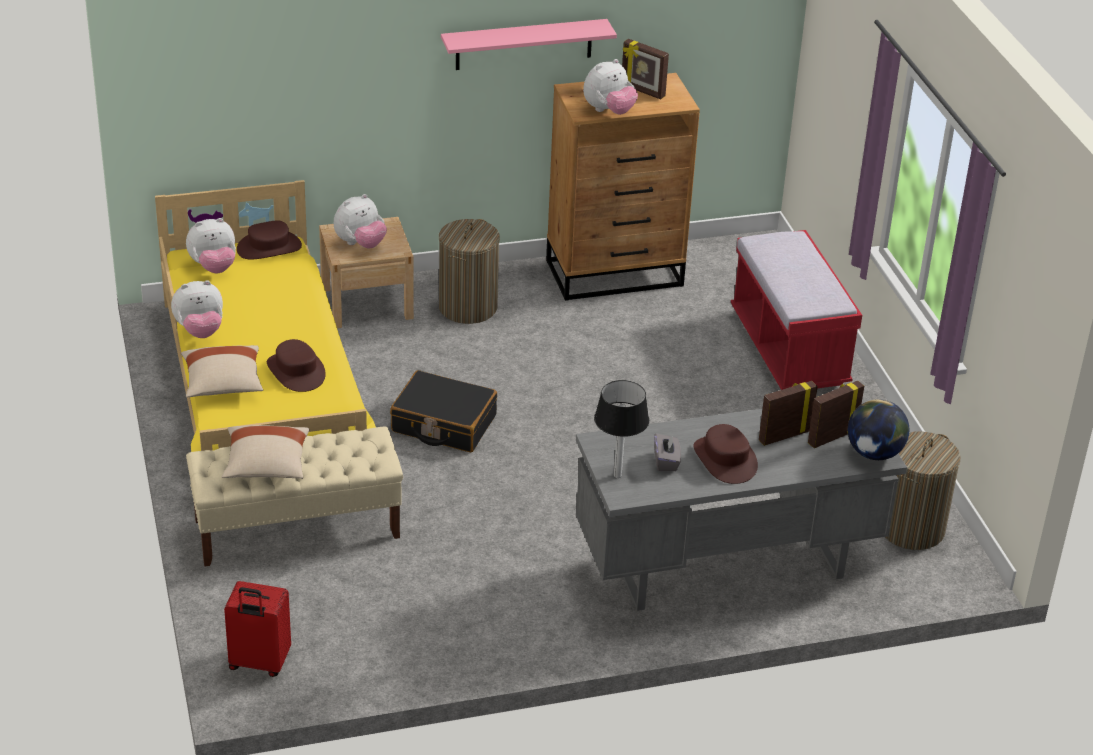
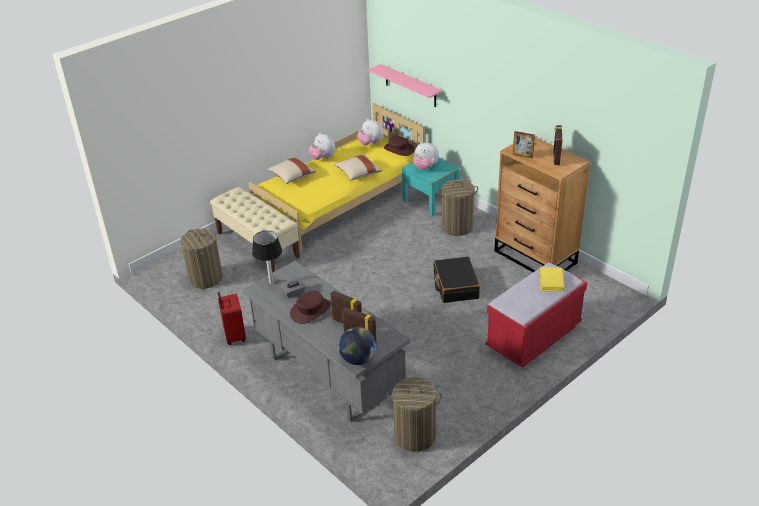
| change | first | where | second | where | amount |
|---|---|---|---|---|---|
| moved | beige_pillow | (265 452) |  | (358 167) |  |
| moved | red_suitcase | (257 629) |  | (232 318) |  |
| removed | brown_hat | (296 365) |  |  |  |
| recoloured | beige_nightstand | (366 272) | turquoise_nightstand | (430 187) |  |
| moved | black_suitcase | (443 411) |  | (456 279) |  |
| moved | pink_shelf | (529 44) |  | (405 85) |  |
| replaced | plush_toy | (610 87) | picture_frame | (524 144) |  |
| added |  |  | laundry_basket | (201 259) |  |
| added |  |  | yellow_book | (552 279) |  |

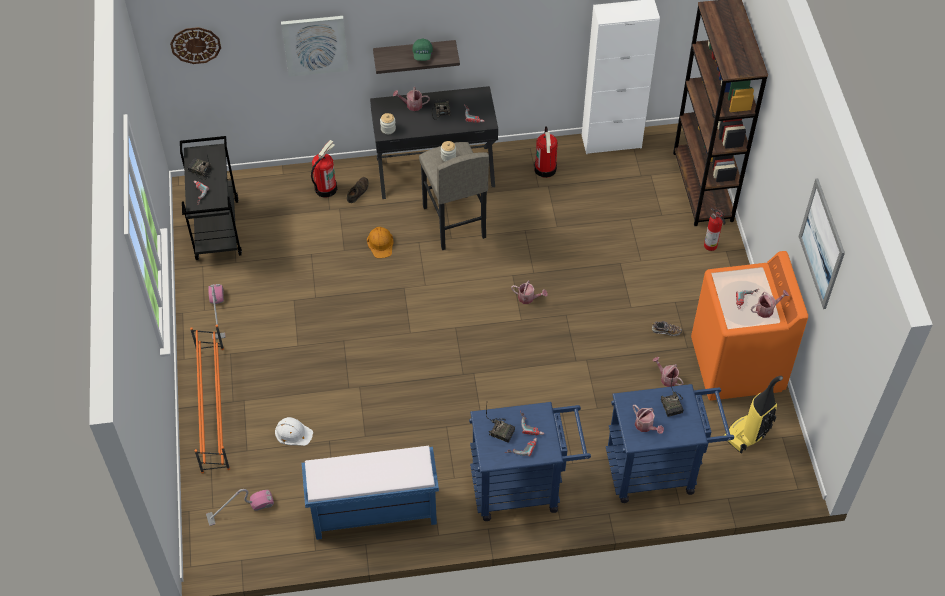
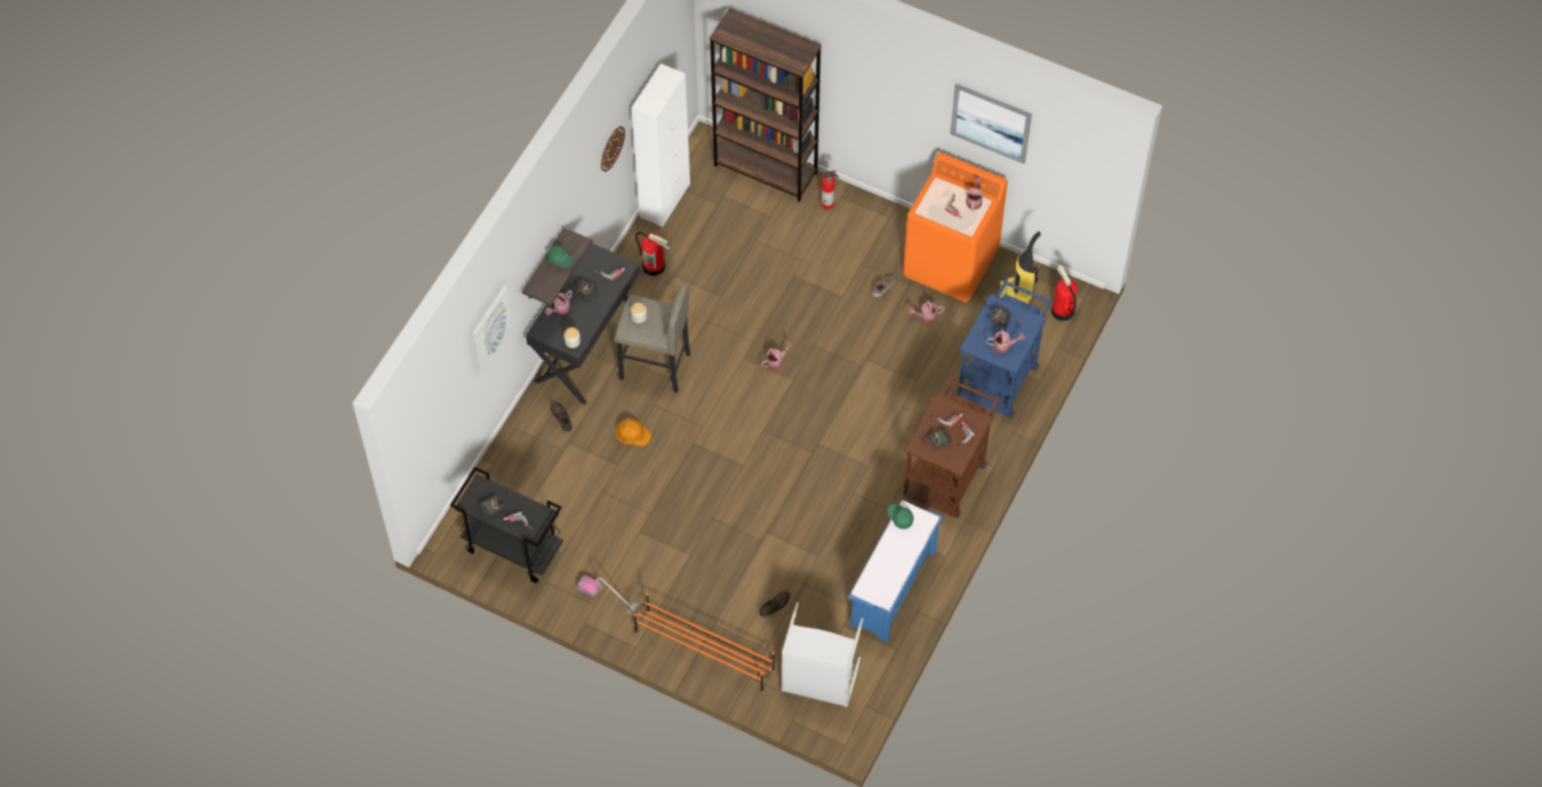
| change | first | where | second | where | amount |
|---|---|---|---|---|---|
| moved | wall_clock | (195 45) |  | (613 149) |  |
| replaced | vacuum_cleaner | (240 507) | grey_laundry_basket | (822 654) |  |
| replaced | white_hard_hat | (294 431) | brown_shoe | (775 603) |  |
| moved | fire_extinguisher | (324 168) |  | (1064 293) |  |
| recoloured | blue_cart | (530 461) | brown_cart | (951 447) |  |
| added |  |  | green_cap | (900 516) |  |

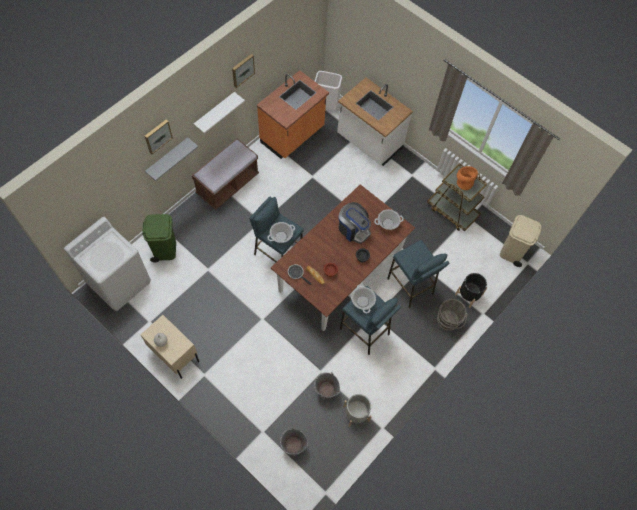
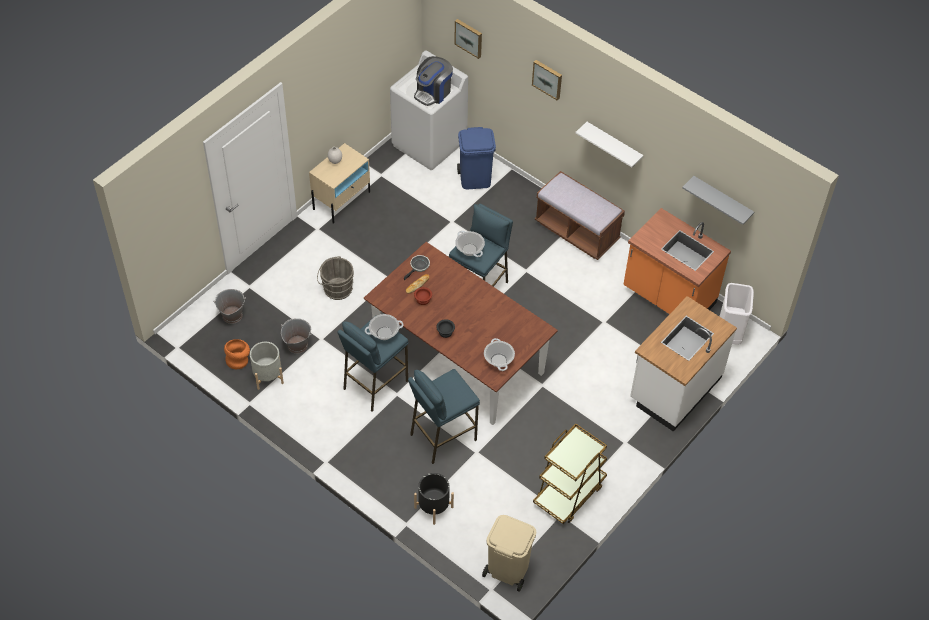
| change | first | where | second | where | amount |
|---|---|---|---|---|---|
| recoloured | green_trash_can | (159 238) | blue_trash_can | (476 158) |  |
| moved | grey_shelf | (171 159) |  | (718 200) |  |
| moved | picture | (243 71) |  | (468 39) |  |
| moved | coffee_machine | (354 223) |  | (433 81) |  |
| moved | grey_bucket | (452 315) |  | (335 278) |  |
| moved | orange_vase | (467 178) |  | (237 354) |  |

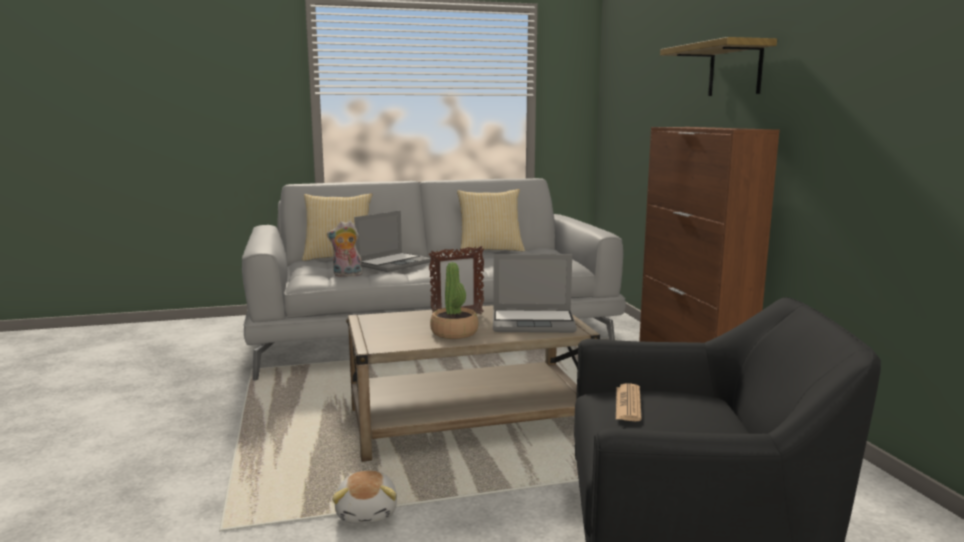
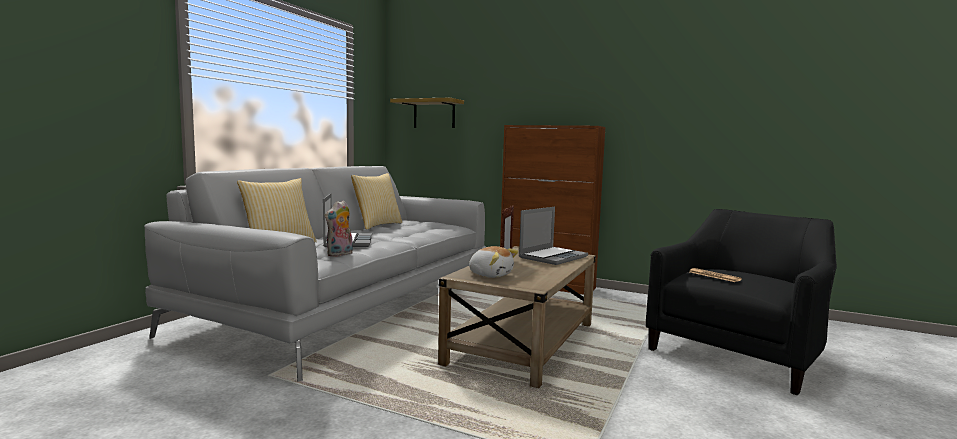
| change | first | where | second | where | amount |
|---|---|---|---|---|---|
| moved | plush_toy | (364 497) |  | (494 262) |  |
| removed | potted_plant | (454 300) |  |  |  |
| moved | shelf | (718 66) |  | (427 113) |  |

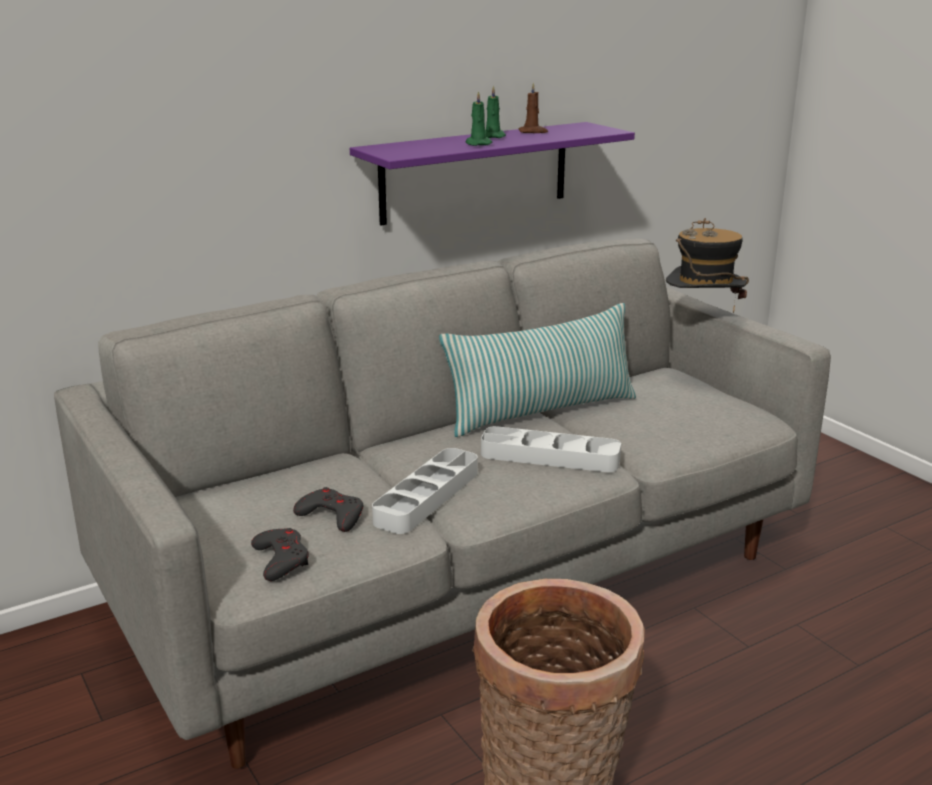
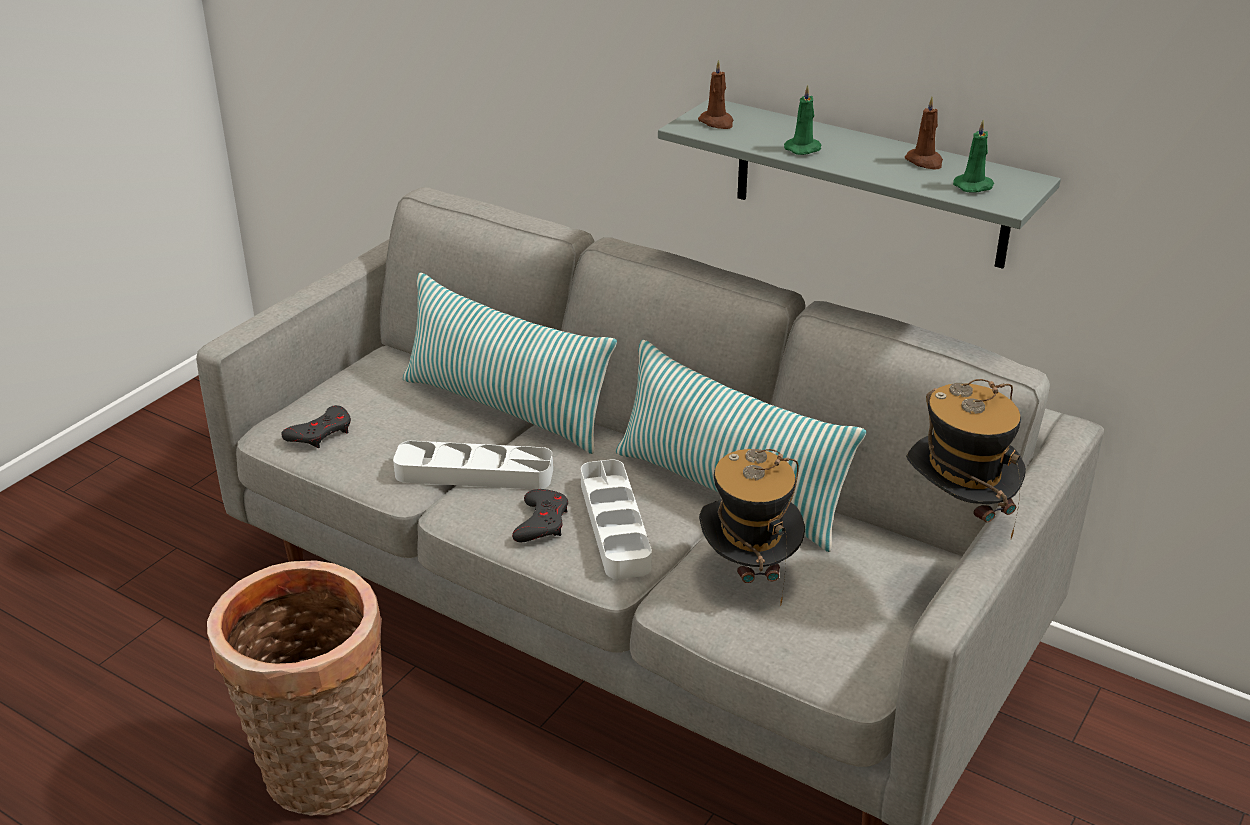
| change | first | where | second | where | amount |
|---|---|---|---|---|---|
| moved | grey_game_controller | (328 509) |  | (540 516) |  |
| recoloured | purple_shelf | (492 173) | grey_shelf | (859 184) |  |
| moved | green_candle | (495 112) |  | (973 156) |  |
| added |  |  | pillow | (510 363) |  |
| added |  |  | brown_candle | (716 94) |  |
| added |  |  | hat | (752 527) |  |

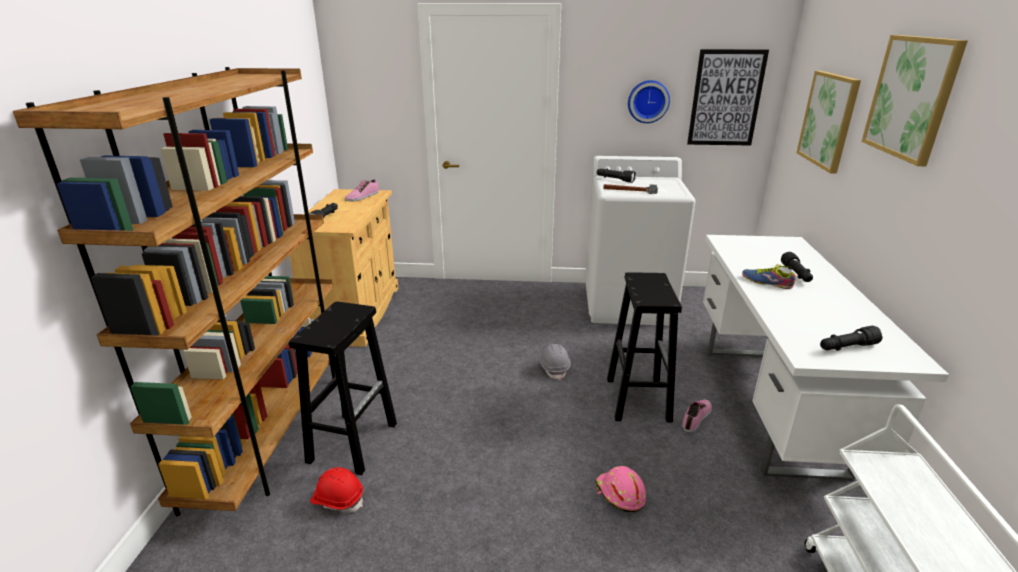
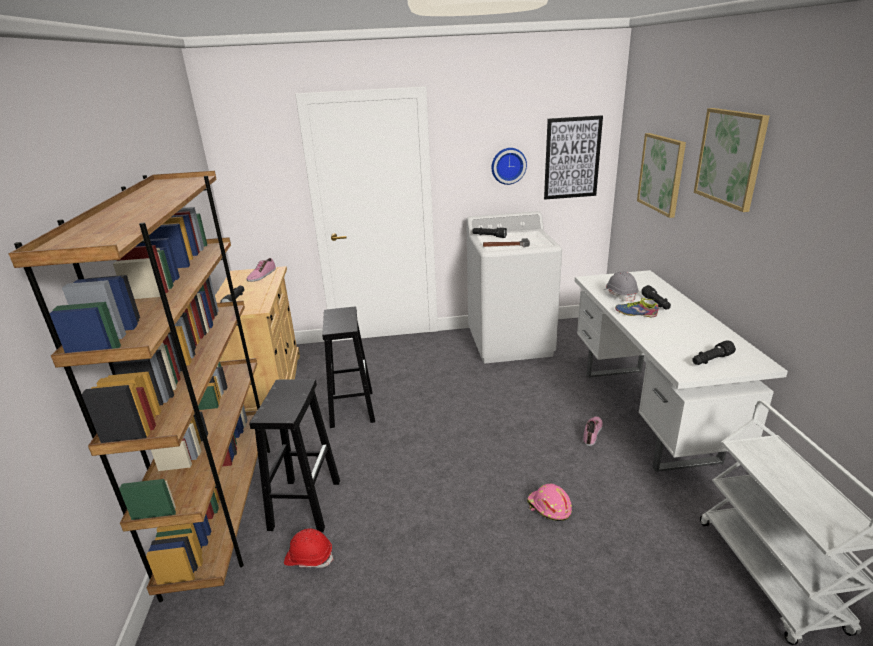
| change | first | where | second | where | amount |
|---|---|---|---|---|---|
| moved | grey_hard_hat | (555 362) |  | (621 287) |  |
| moved | black_stool | (644 347) |  | (348 367) |  |

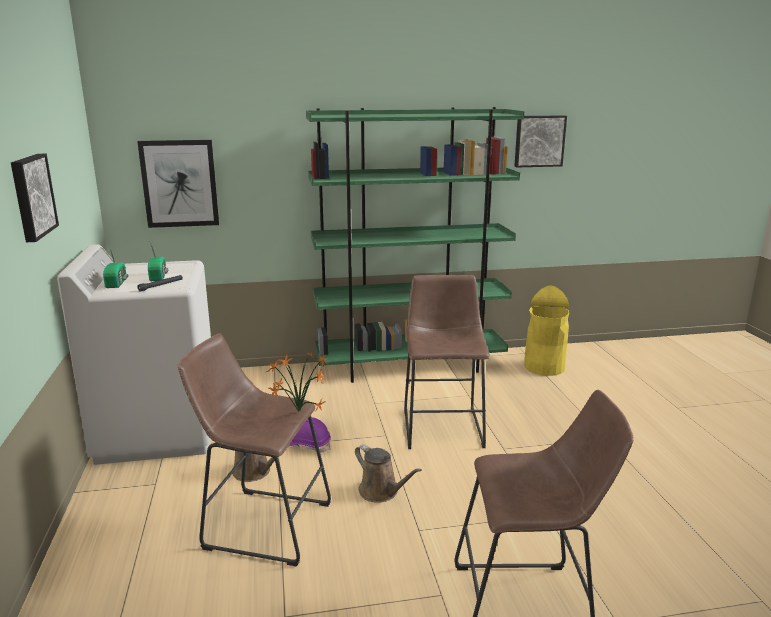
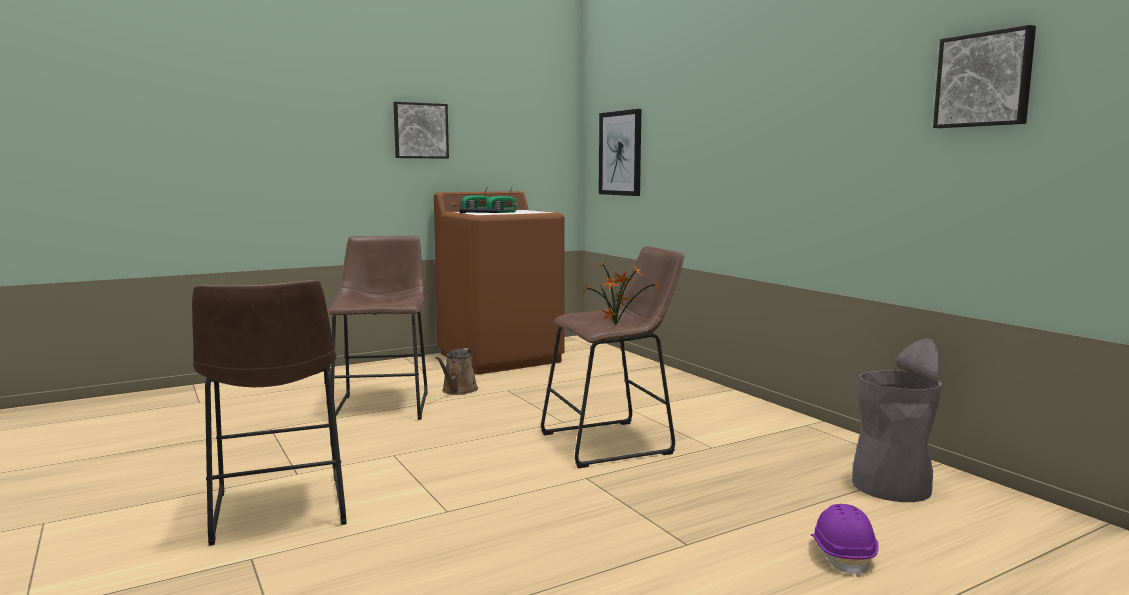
| change | first | where | second | where | amount |
|---|---|---|---|---|---|
| recoloured | white_washing_machine | (134 354) | brown_washing_machine | (499 282) |  |
| moved | potted_plant | (297 381) |  | (620 293) |  |
| moved | purple_hard_hat | (310 434) |  | (845 540) |  |
| removed | green_bookcase | (415 245) |  |  |  |
| removed | brown_watering_can | (388 473) |  |  |  |
| recoloured | yellow_trash_can | (546 331) | grey_trash_can | (897 420) |  |

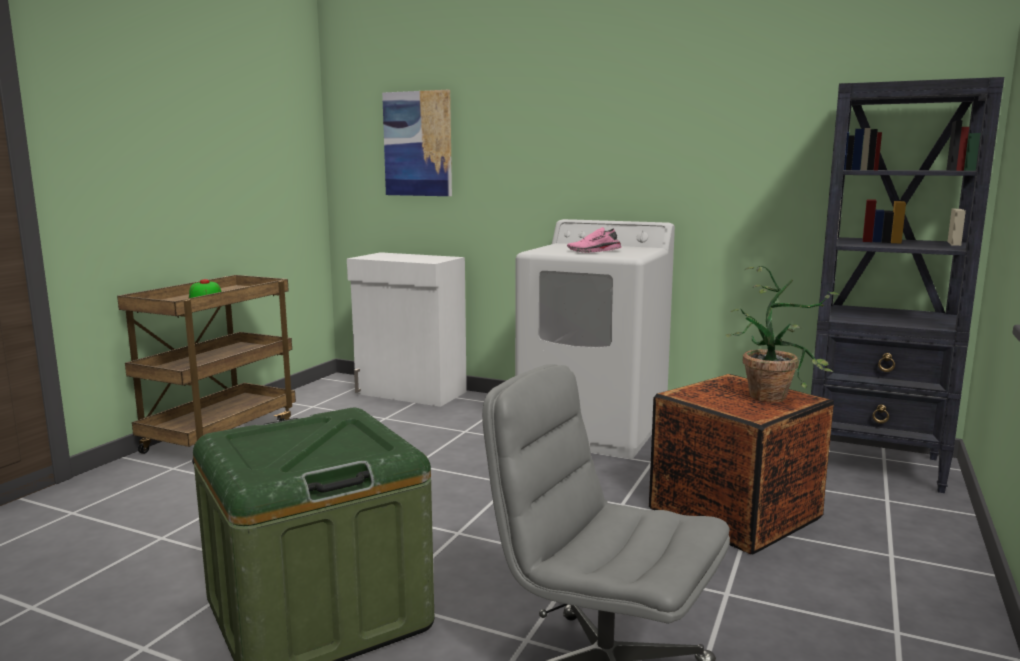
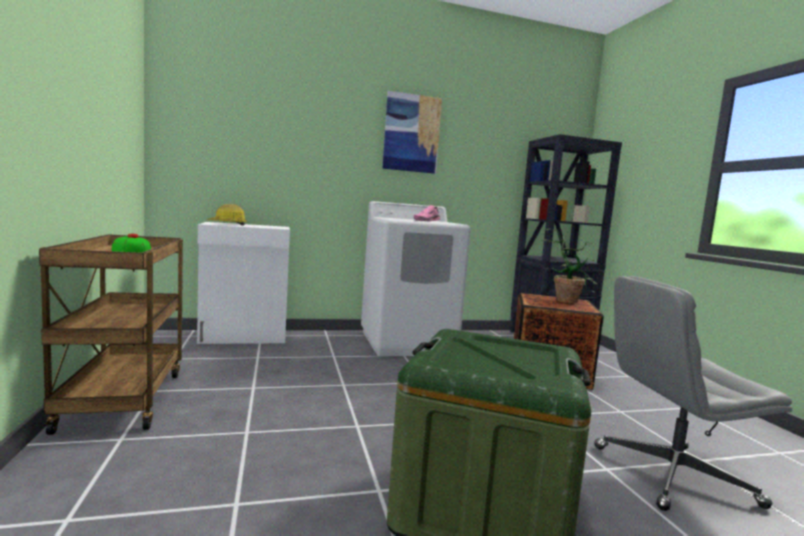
| change | first | where | second | where | amount |
|---|---|---|---|---|---|
| moved | picture | (417 143) |  | (412 132) |  |
| added |  |  | hard_hat | (226 215) |  |

